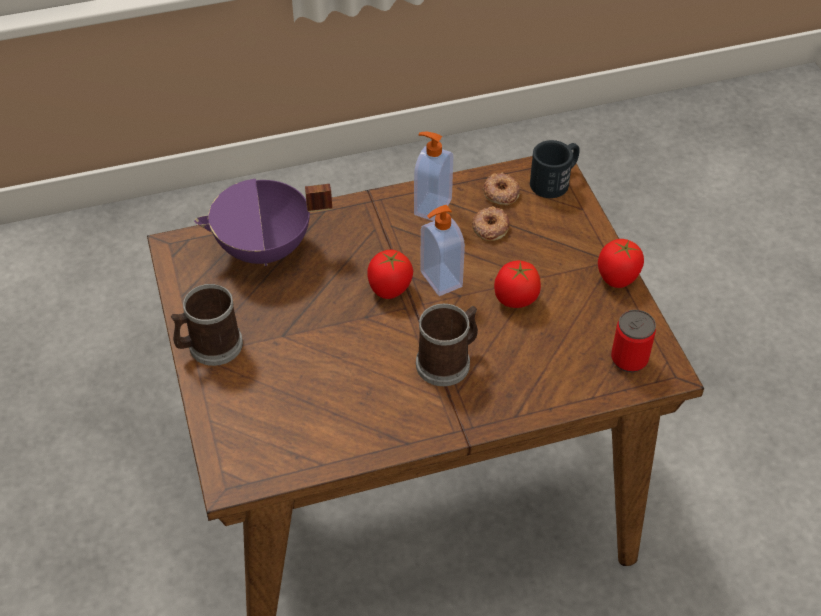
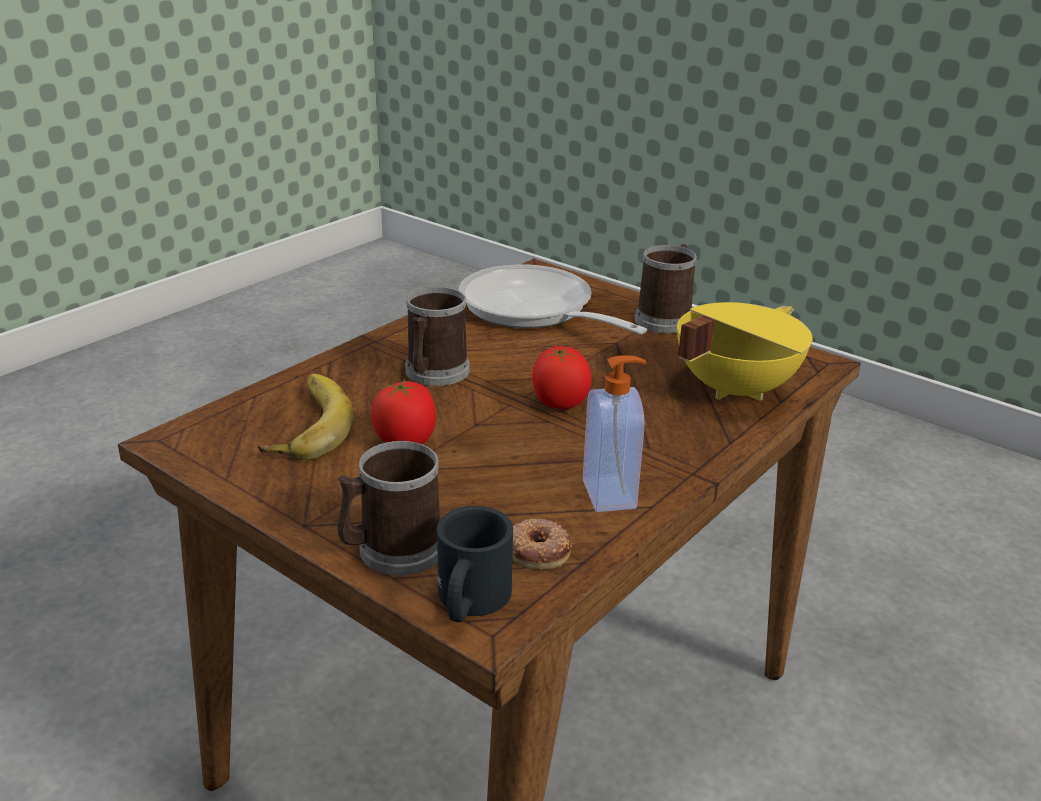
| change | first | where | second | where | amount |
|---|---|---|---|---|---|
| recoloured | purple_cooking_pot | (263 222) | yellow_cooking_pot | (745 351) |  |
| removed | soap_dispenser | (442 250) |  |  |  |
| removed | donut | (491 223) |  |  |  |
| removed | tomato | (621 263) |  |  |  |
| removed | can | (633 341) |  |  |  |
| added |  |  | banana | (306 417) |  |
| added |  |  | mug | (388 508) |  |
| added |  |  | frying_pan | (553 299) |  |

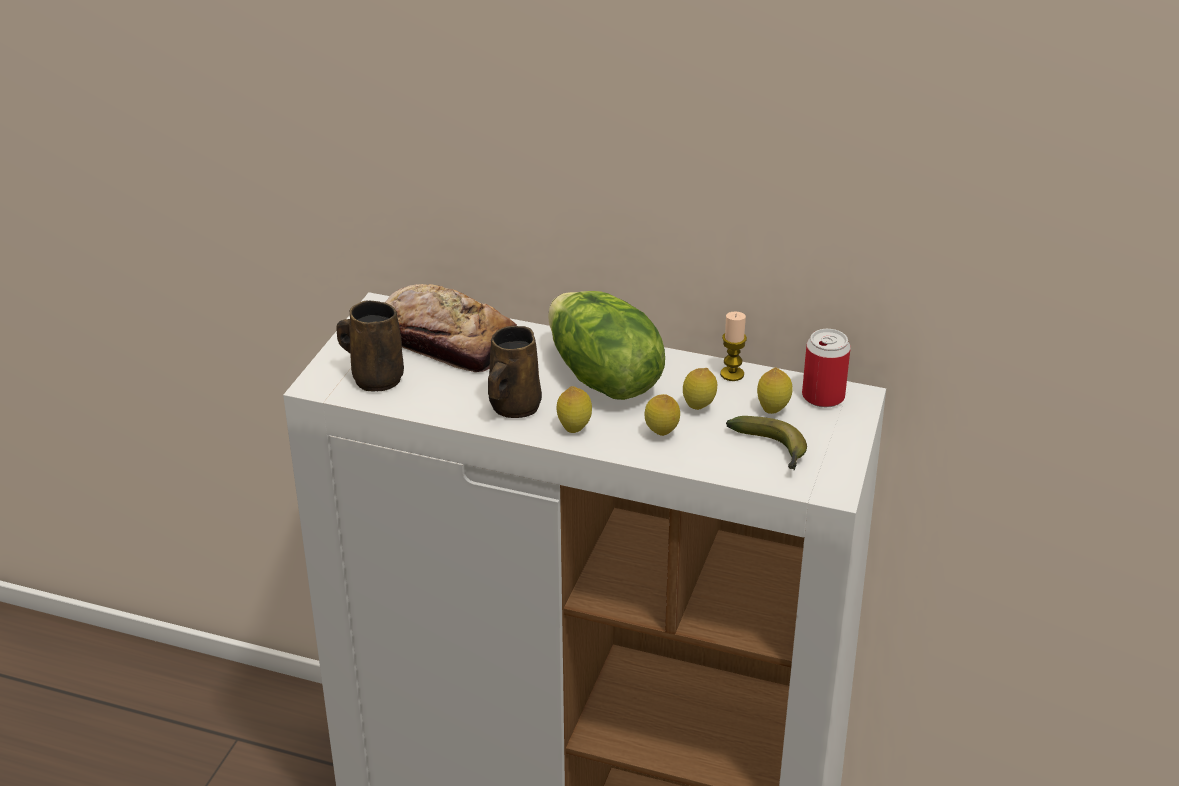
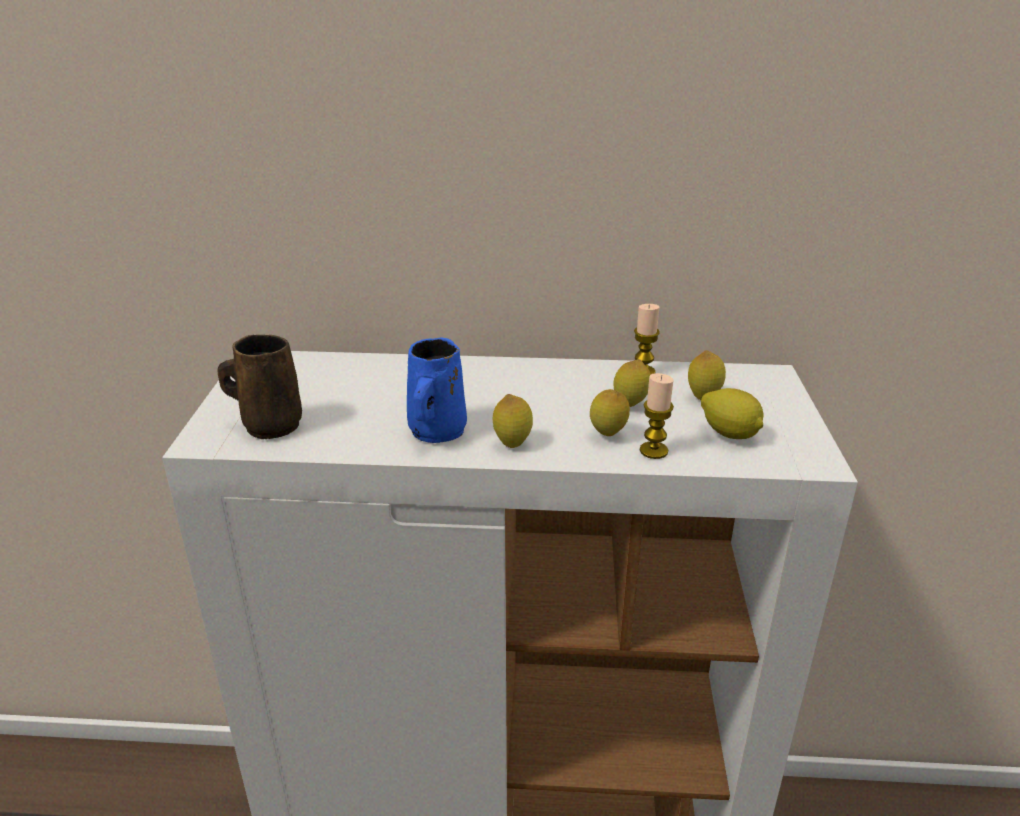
| change | first | where | second | where | amount |
|---|---|---|---|---|---|
| removed | bread | (451 328) |  |  |  |
| recoloured | brown_mug | (515 372) | blue_mug | (437 390) |  |
| removed | lettuce | (606 345) |  |  |  |
| replaced | banana | (766 443) | lemon | (732 413) |  |
| removed | can | (826 368) |  |  |  |
| added |  |  | candle | (657 416) |  |

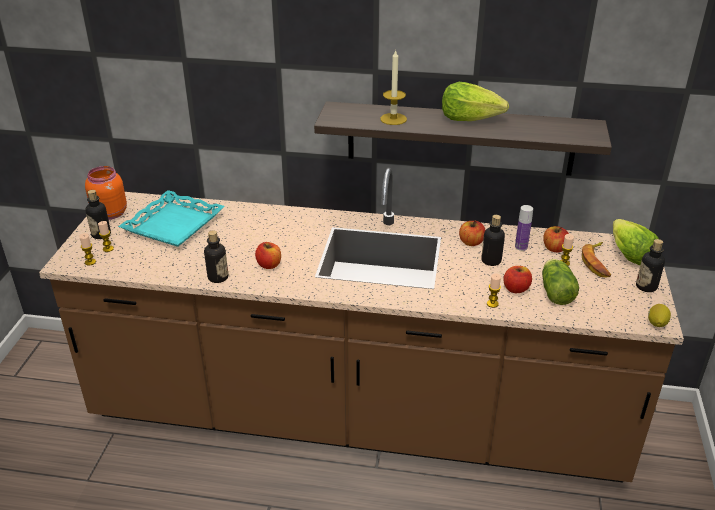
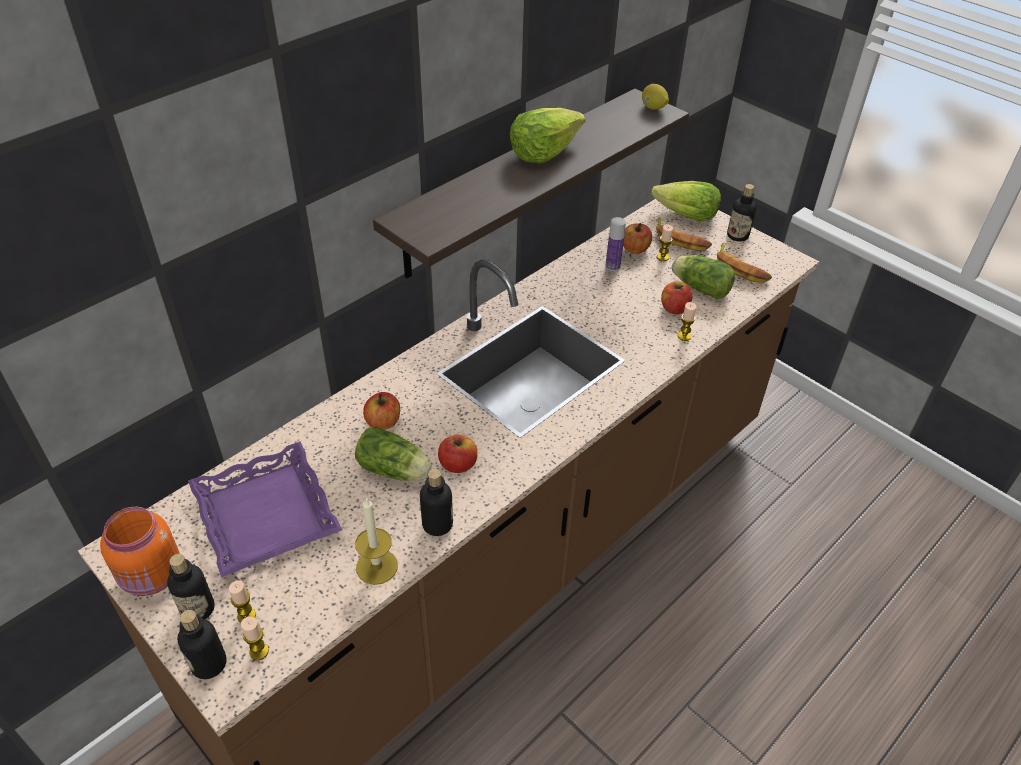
| change | first | where | second | where | amount |
|---|---|---|---|---|---|
| recoloured | turquoise_tray | (171 218) | purple_tray | (265 509) |  |
| moved | candle | (393 87) |  | (376 541) |  |
| moved | apple | (472 233) |  | (381 411) |  |
| moved | bottle | (493 240) |  | (202 644) |  |
| moved | lemon | (659 315) |  | (655 97) |  |
| added |  |  | lettuce | (393 454) |  |
| added |  |  | banana | (744 263) |  |

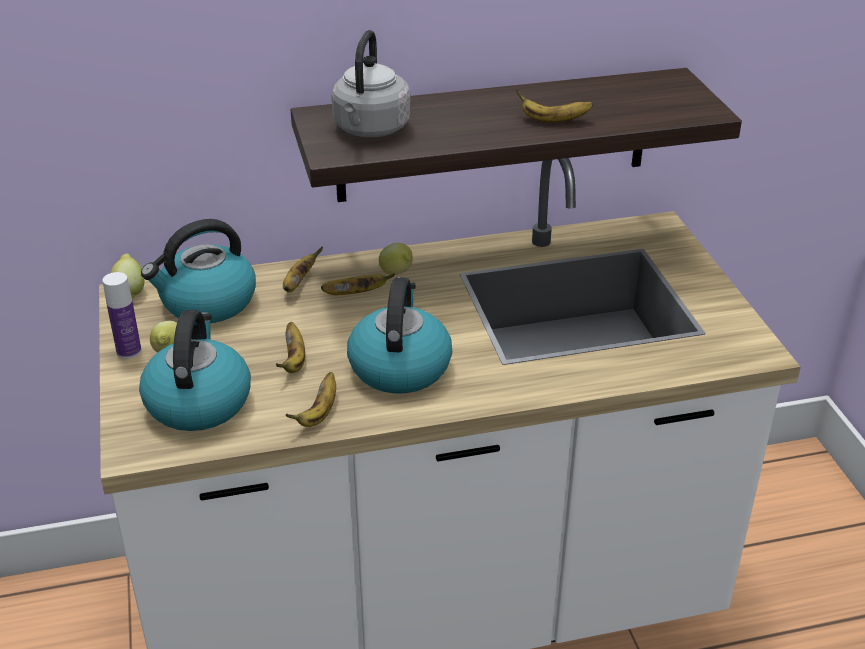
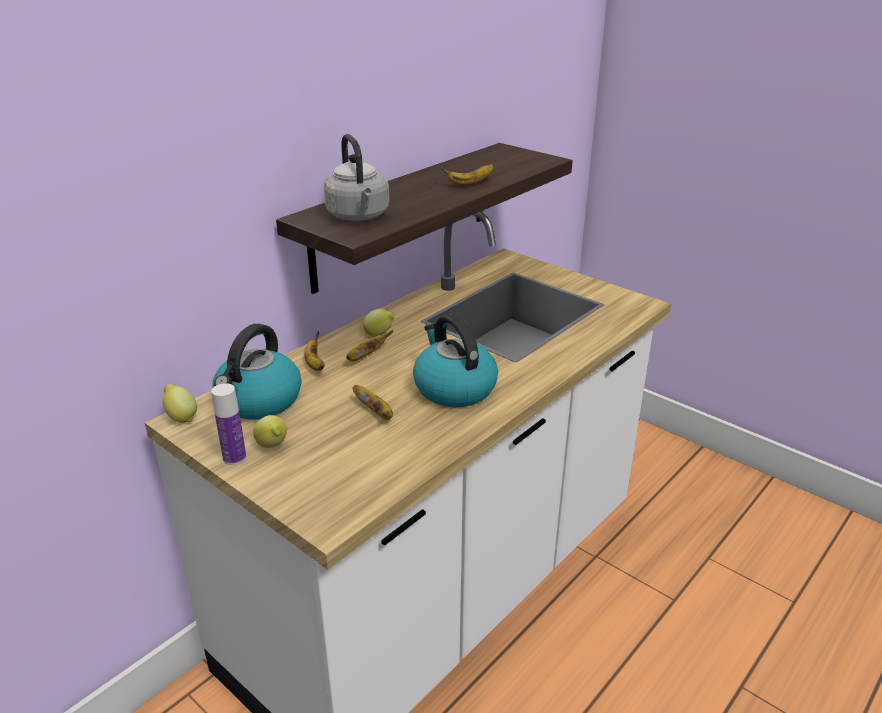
| change | first | where | second | where | amount |
|---|---|---|---|---|---|
| removed | kettle | (195 370) |  |  |  |
| removed | banana | (311 399) |  |  |  |

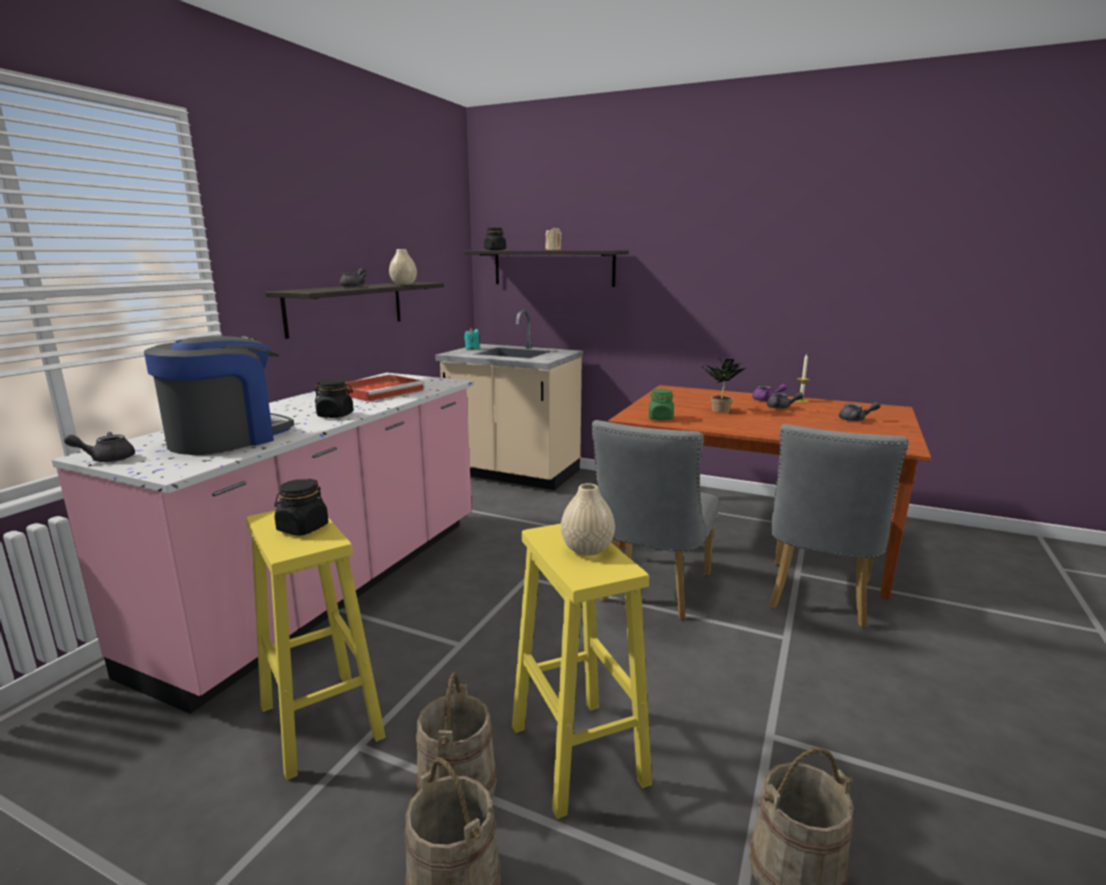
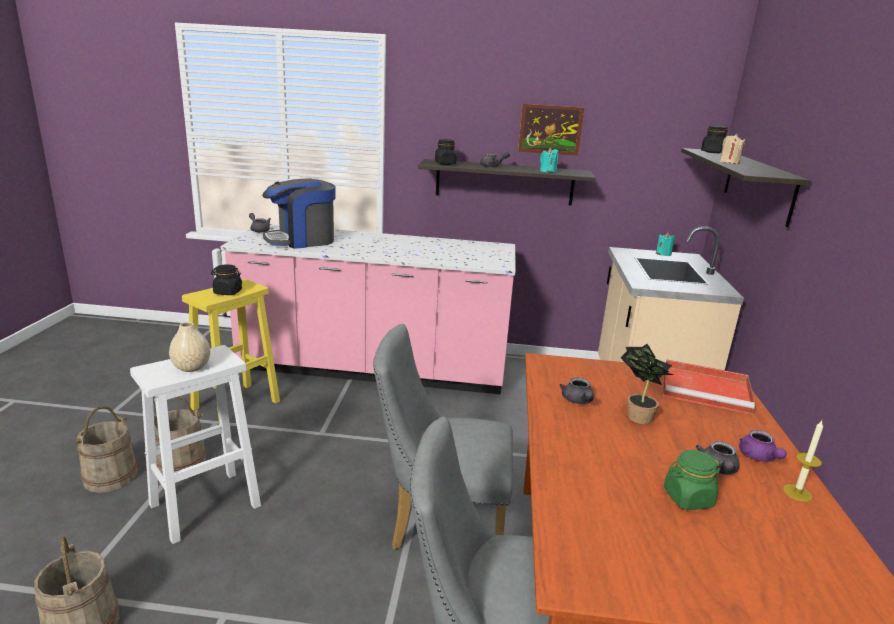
| change | first | where | second | where | amount |
|---|---|---|---|---|---|
| turned | coffee_machine | (219 395) |  | (299 213) | 135 degrees clockwise |
| moved | black_jar | (334 399) |  | (446 152) |  |
| moved | red_tray | (385 388) |  | (709 387) |  |
| replaced | beige_vase | (403 267) | turquoise_candle | (549 160) |  |
| recoloured | yellow_stool | (582 671) | white_stool | (195 444) |  |
| moved | green_jar | (661 405) |  | (692 480) |  |
| moved | grey_teapot | (860 411) |  | (576 391) |  |
| added |  |  | picture | (551 130) |  |

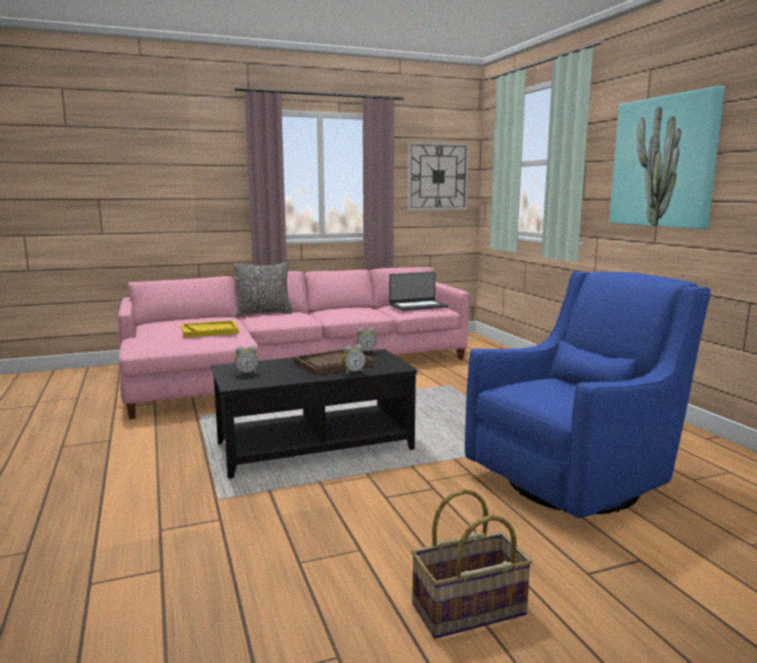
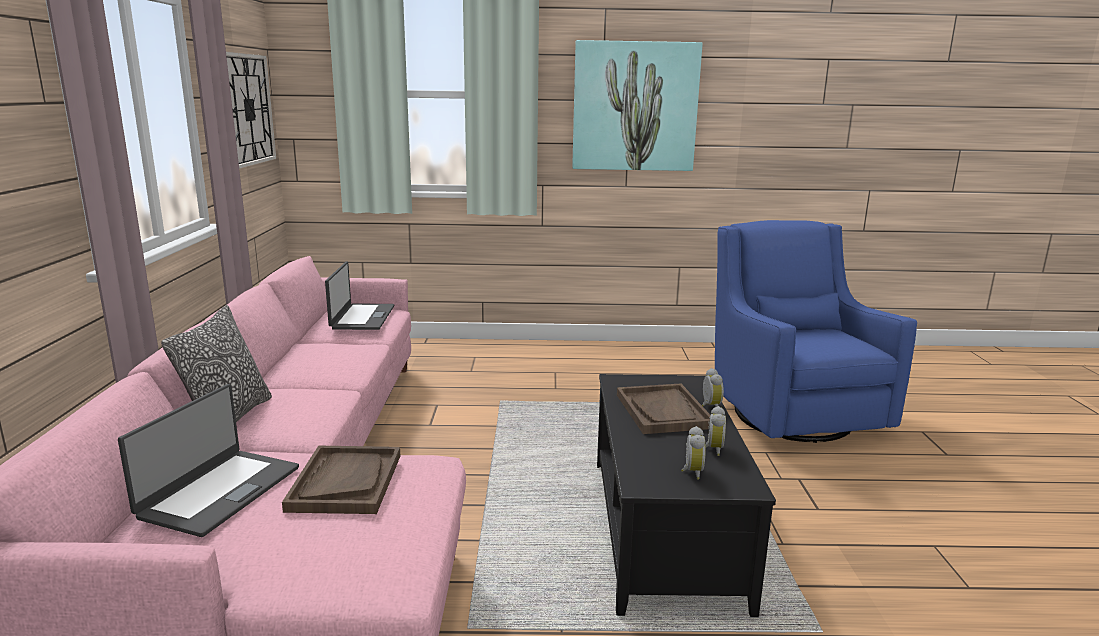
| change | first | where | second | where | amount |
|---|---|---|---|---|---|
| recoloured | yellow_tray | (210 329) | brown_tray | (341 480) |  |
| moved | alarm_clock | (366 340) |  | (715 431) |  |
| removed | basket | (471 564) |  |  |  |
| added |  |  | laptop | (208 460) |  |

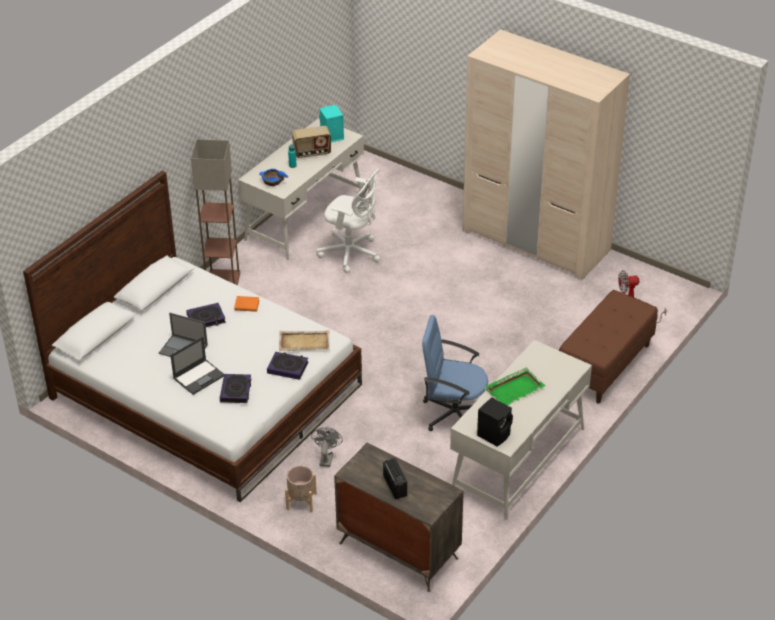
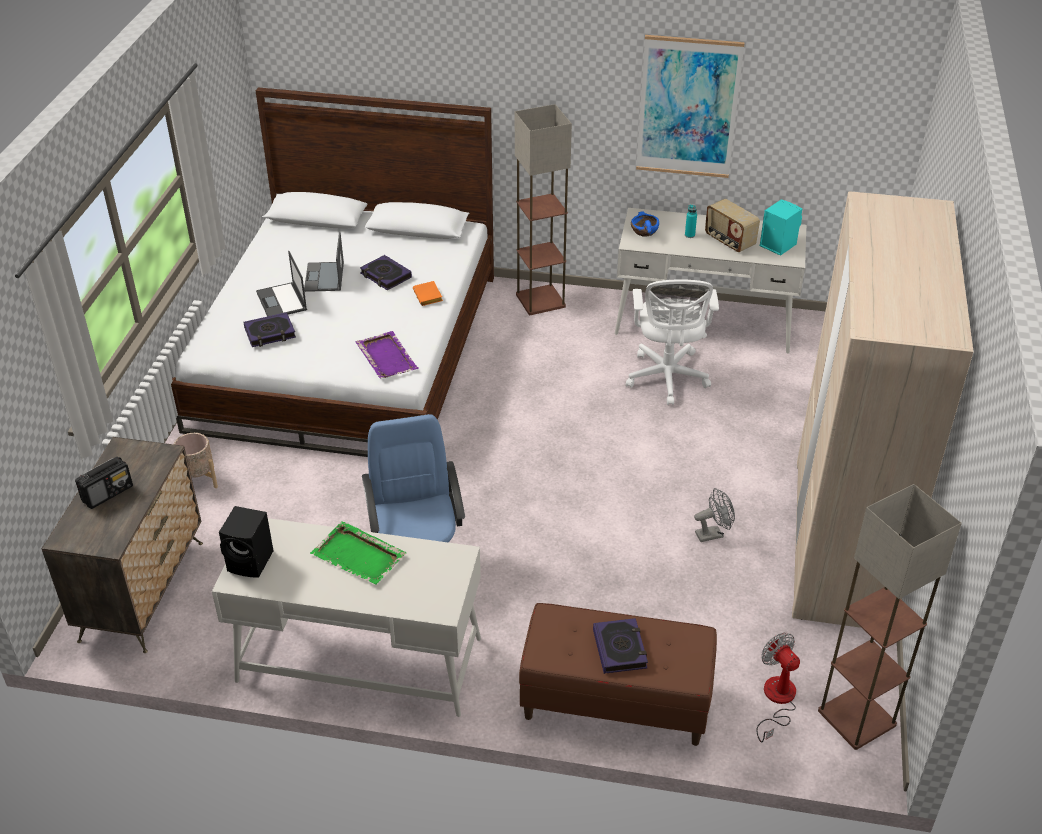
| change | first | where | second | where | amount |
|---|---|---|---|---|---|
| turned | laptop | (197 366) |  | (281 283) | 45 degrees clockwise |
| moved | book | (287 366) |  | (620 646) |  |
| recoloured | beige_tray | (304 340) | purple_tray | (387 354) |  |
| moved | grey_fan | (327 447) |  | (714 515) |  |
| added |  |  | picture | (690 106) |  |
| added |  |  | floor_lamp | (890 617) |  |

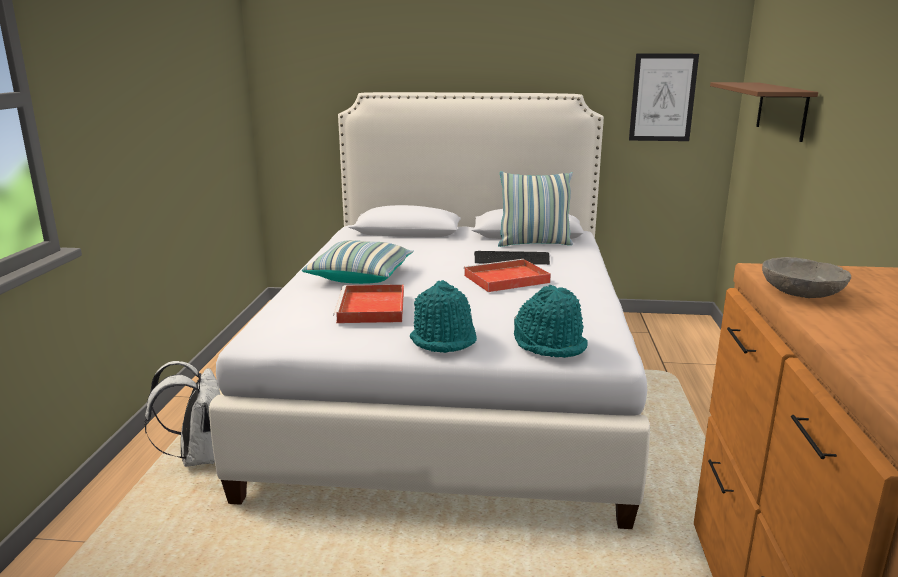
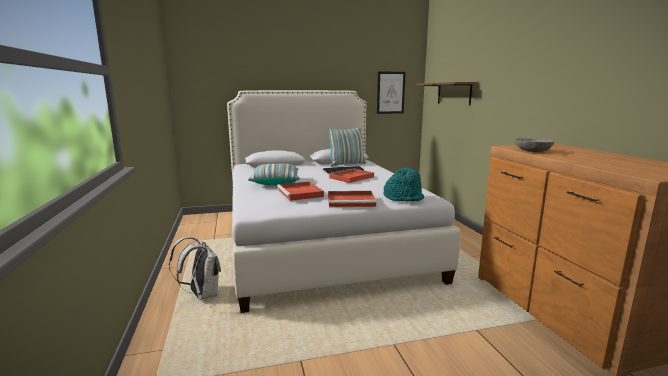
| change | first | where | second | where | amount |
|---|---|---|---|---|---|
| replaced | turquoise_hat | (443 316) | red_tray | (352 199) |  |

